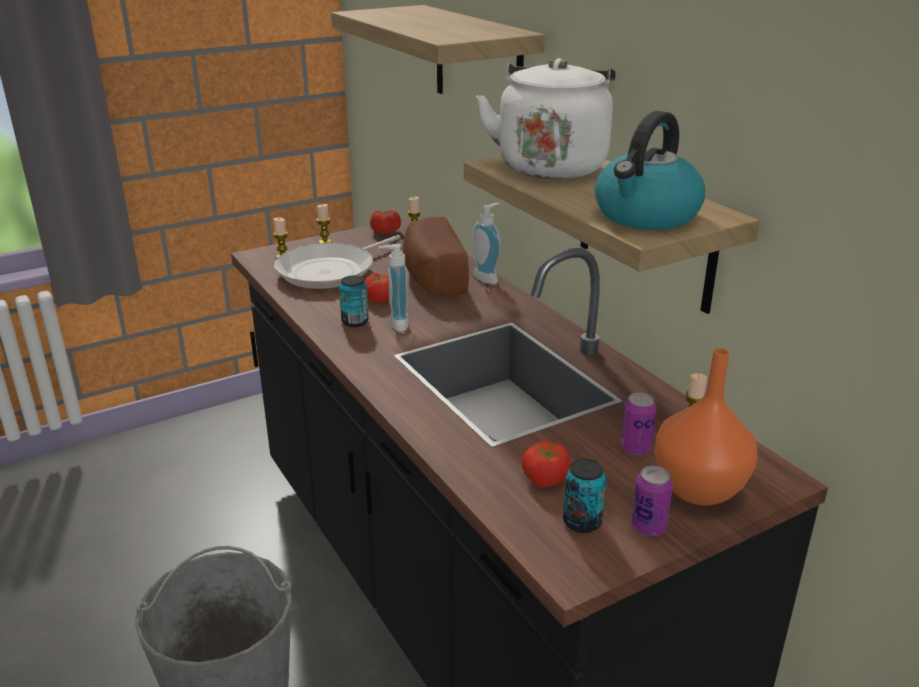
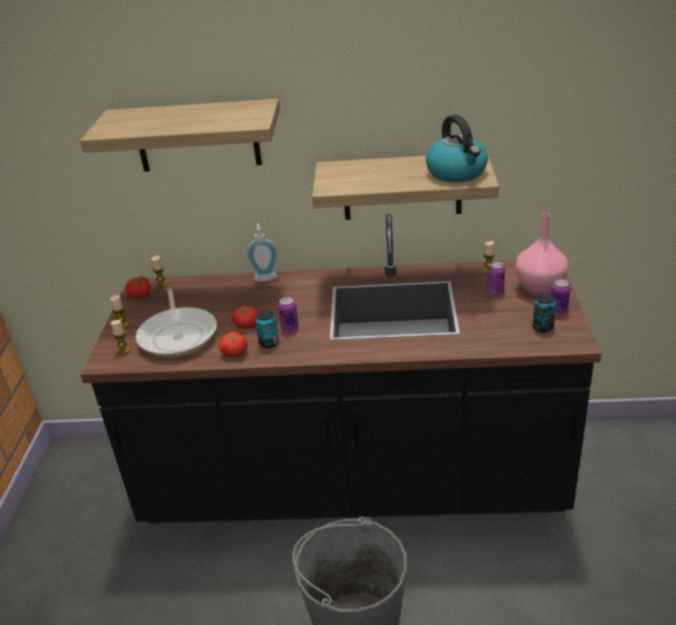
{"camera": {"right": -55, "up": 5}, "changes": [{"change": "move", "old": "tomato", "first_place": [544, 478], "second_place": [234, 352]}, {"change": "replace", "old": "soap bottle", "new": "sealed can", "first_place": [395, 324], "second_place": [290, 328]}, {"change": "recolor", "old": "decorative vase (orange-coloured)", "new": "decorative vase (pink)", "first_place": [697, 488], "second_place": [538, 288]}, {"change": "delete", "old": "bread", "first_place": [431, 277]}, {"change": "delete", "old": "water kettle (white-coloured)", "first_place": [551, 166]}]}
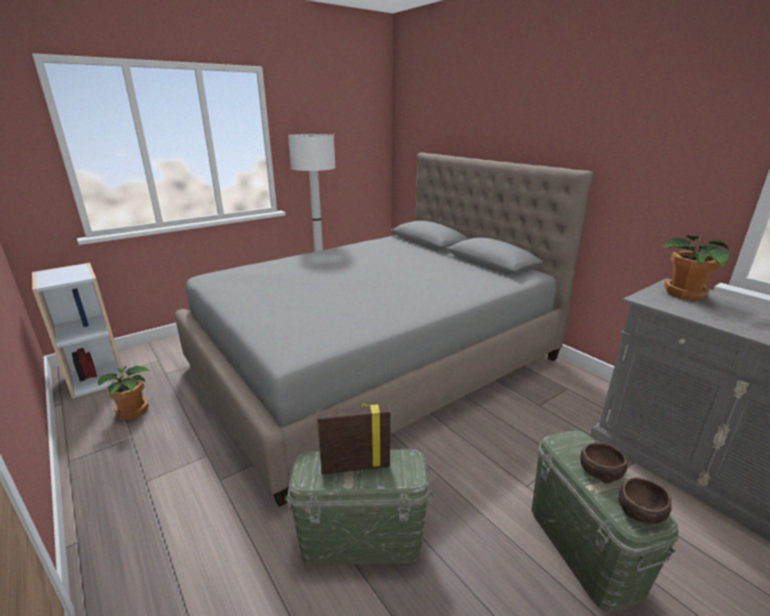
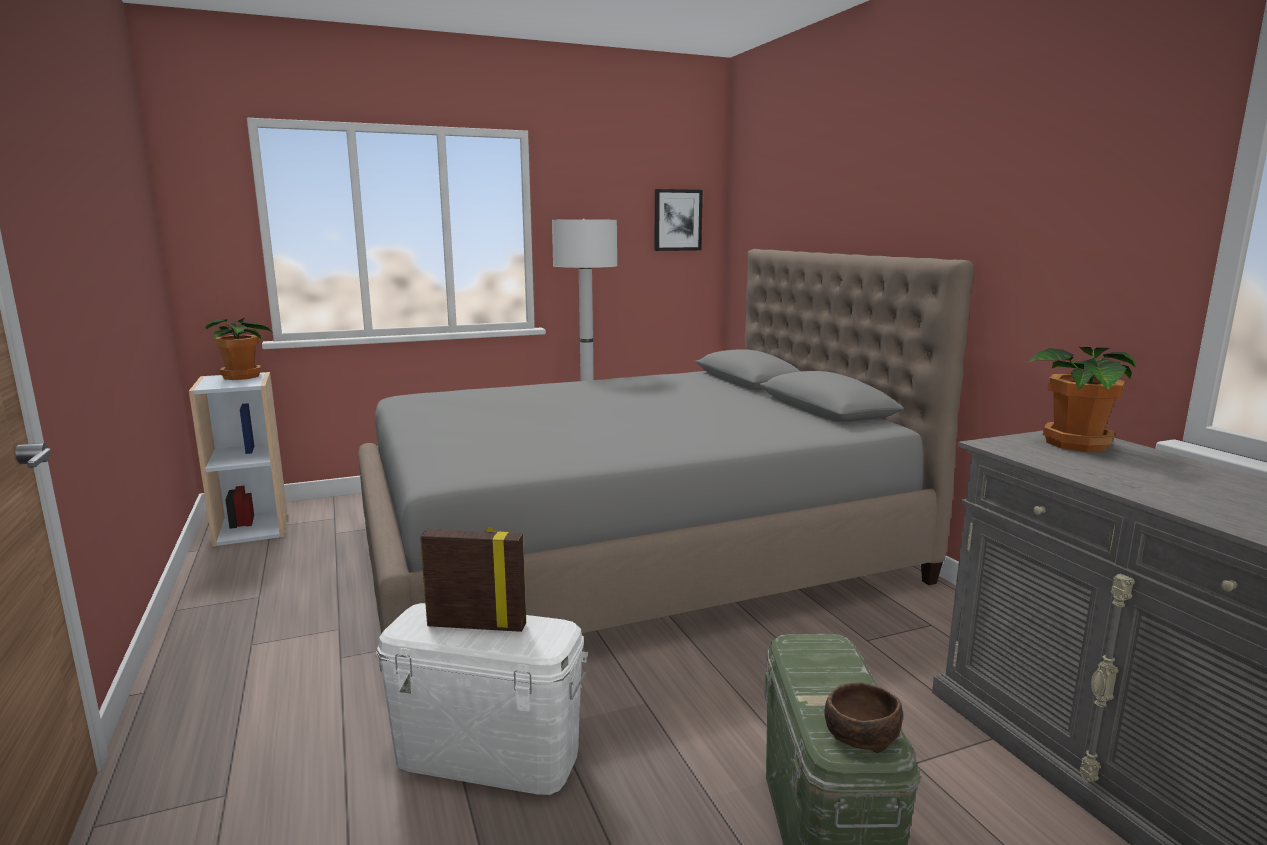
{"camera": {"right": 15, "up": -10}, "changes": [{"change": "move", "old": "houseplant", "first_place": [134, 411], "second_place": [243, 376]}, {"change": "recolor", "old": "storage bin (green-coloured)", "new": "storage bin (white-coloured)", "first_place": [361, 540], "second_place": [487, 756]}, {"change": "insert", "new": "picture", "second_place": [677, 220]}, {"change": "delete", "old": "serving bowl (brown-coloured)", "first_place": [599, 471]}]}
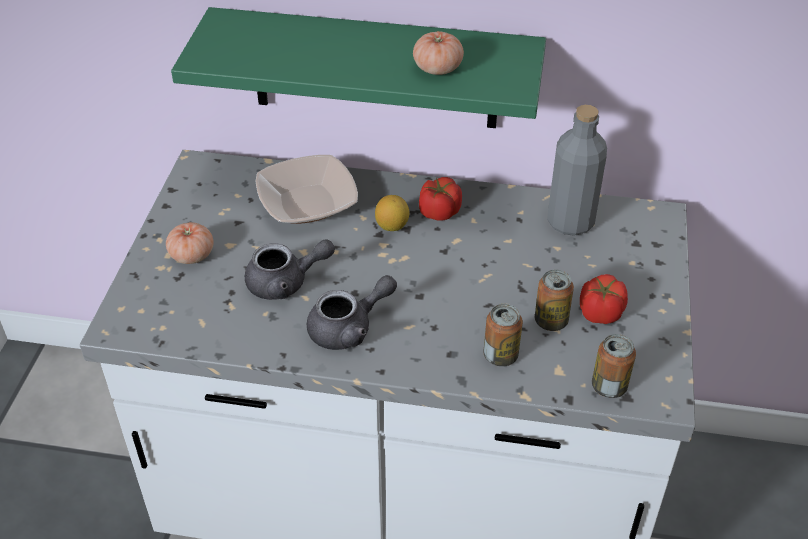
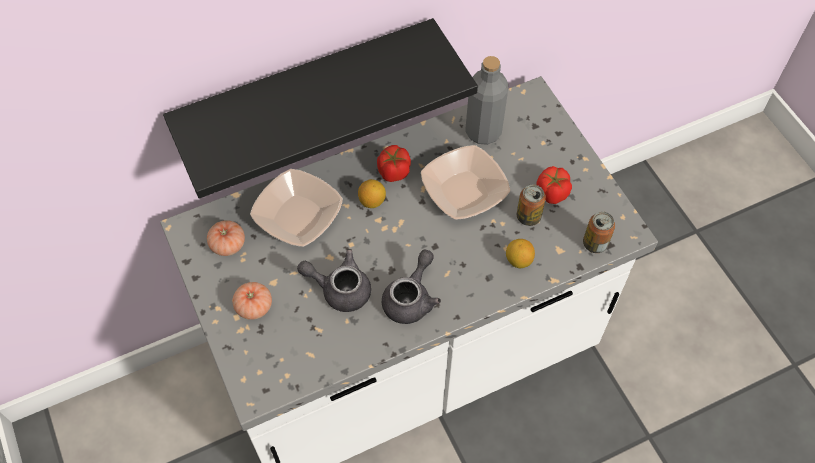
{"camera": {"right": -35, "up": 15}, "changes": [{"change": "recolor", "old": "shelf (green-coloured)", "new": "shelf (black)", "first_place": [375, 69], "second_place": [307, 94]}, {"change": "move", "old": "tomato", "first_place": [437, 68], "second_place": [228, 244]}, {"change": "rotate", "old": "tea pot (grey)", "first_place": [286, 283], "second_place": [340, 289], "degrees": -120}, {"change": "insert", "new": "serving bowl", "second_place": [464, 191]}, {"change": "replace", "old": "sealed can", "new": "lemon", "first_place": [500, 356], "second_place": [518, 260]}]}
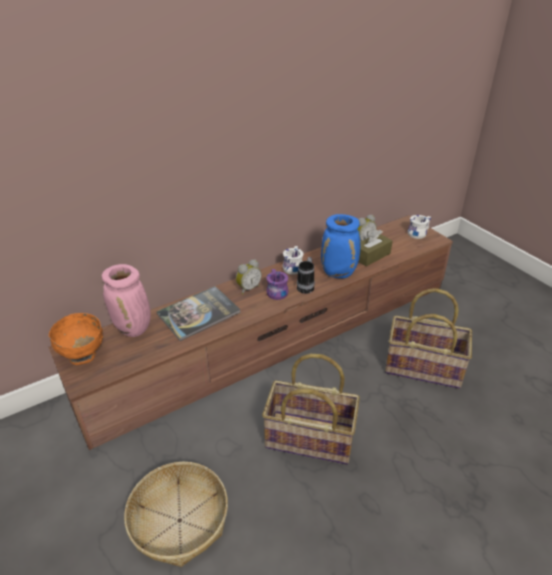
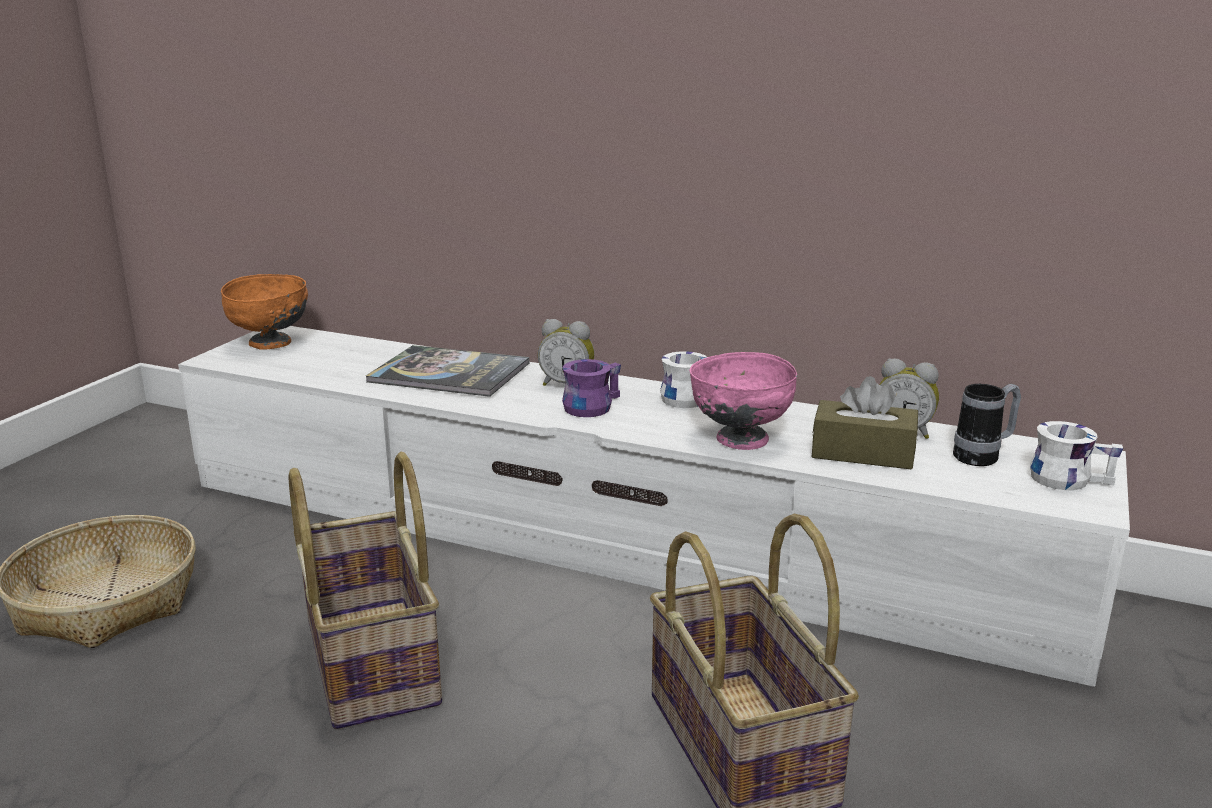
{"camera": {"right": 55, "up": -15}, "changes": [{"change": "recolor", "old": "tv unit (brown-coloured)", "new": "tv unit (white-coloured)", "first_place": [276, 336], "second_place": [606, 535]}, {"change": "replace", "old": "decorative vase (blue)", "new": "serving bowl (pink)", "first_place": [339, 273], "second_place": [740, 440]}, {"change": "move", "old": "coffee mug", "first_place": [306, 286], "second_place": [983, 456]}, {"change": "delete", "old": "decorative vase (pink)", "first_place": [134, 329]}]}
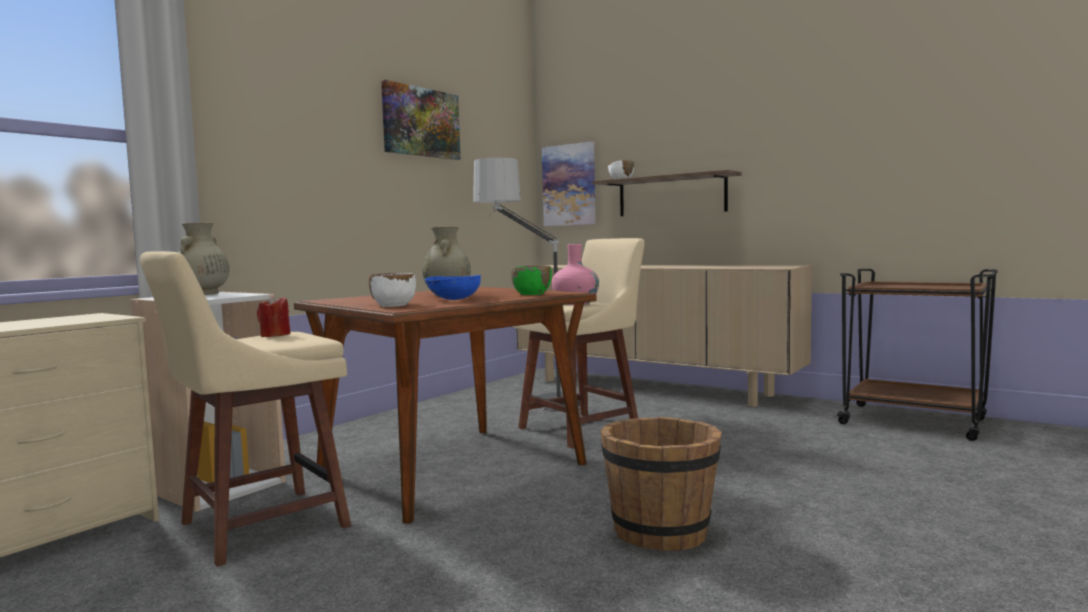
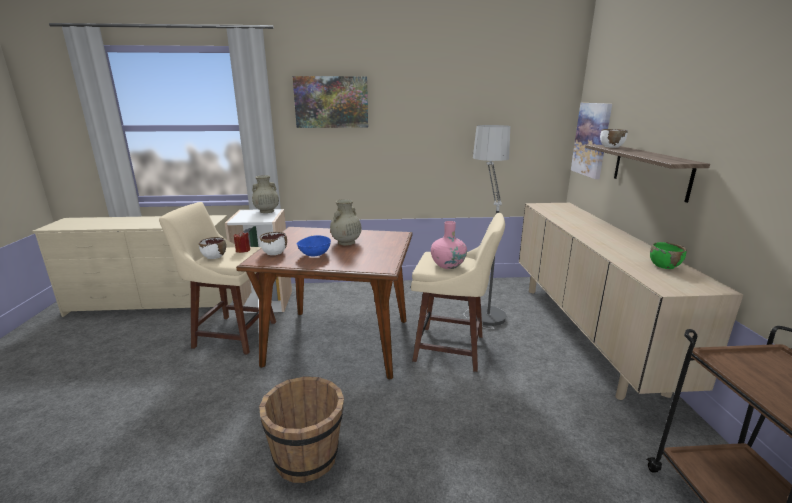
{"camera": {"right": 50, "up": 15}, "changes": [{"change": "insert", "new": "serving bowl (white-coloured)", "second_place": [214, 256]}, {"change": "move", "old": "picture", "first_place": [421, 122], "second_place": [331, 102]}, {"change": "move", "old": "serving bowl (green-coloured)", "first_place": [532, 294], "second_place": [664, 265]}]}
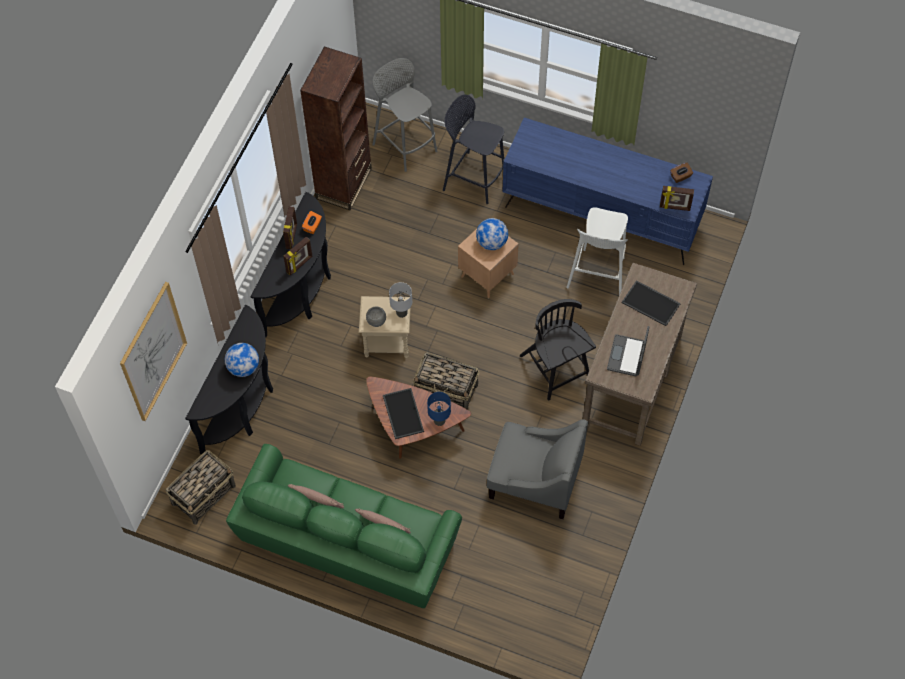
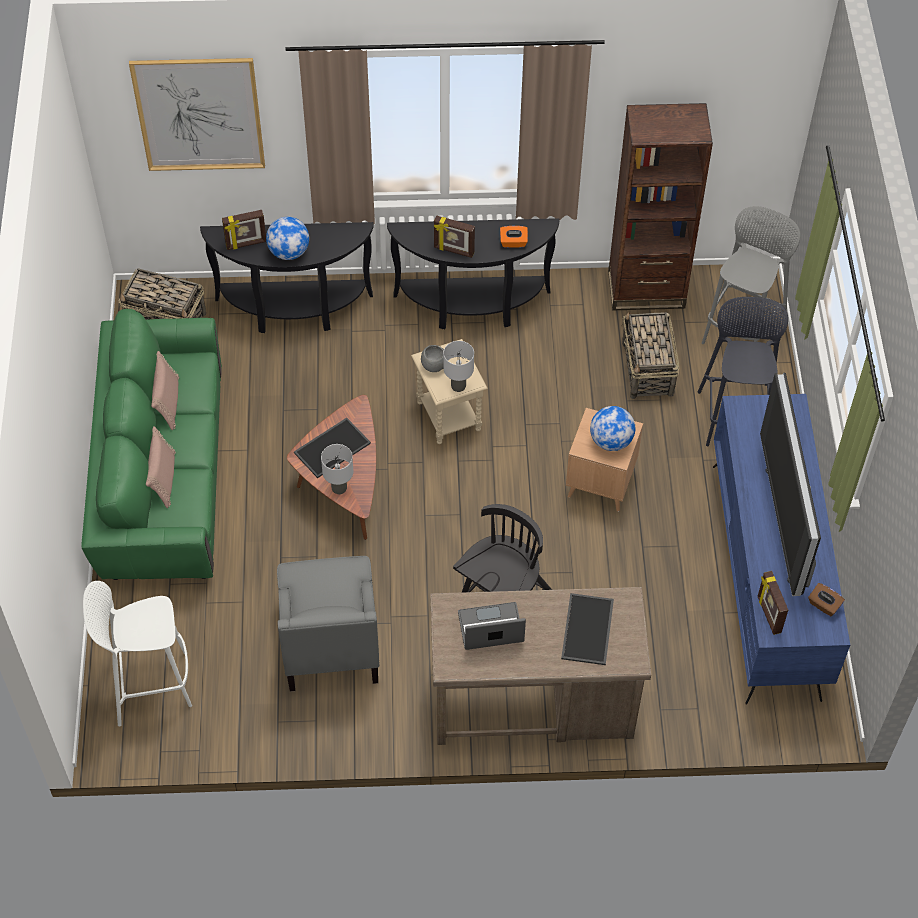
{"camera": {"right": 65, "up": -5}, "changes": [{"change": "move", "old": "stool seat (white-coloured)", "first_place": [598, 275], "second_place": [149, 684]}, {"change": "move", "old": "photo frame", "first_place": [292, 236], "second_place": [246, 244]}, {"change": "recolor", "old": "lamp for a table (blue)", "new": "lamp for a table (white-coloured)", "first_place": [439, 421], "second_place": [338, 488]}, {"change": "move", "old": "household basket", "first_place": [447, 391], "second_place": [647, 370]}, {"change": "insert", "new": "TV", "second_place": [789, 524]}]}
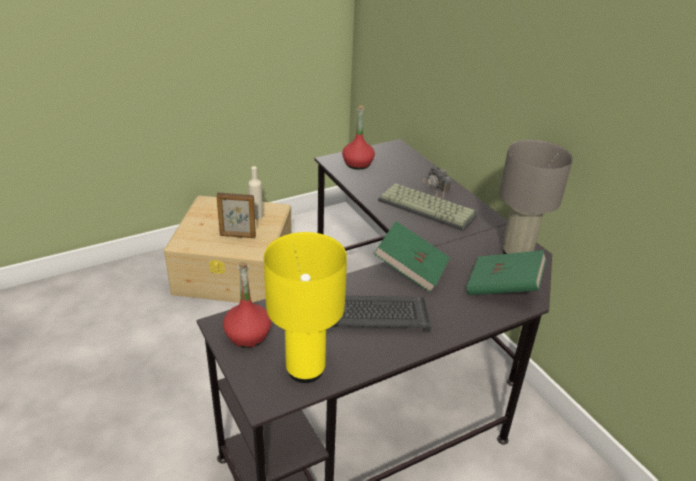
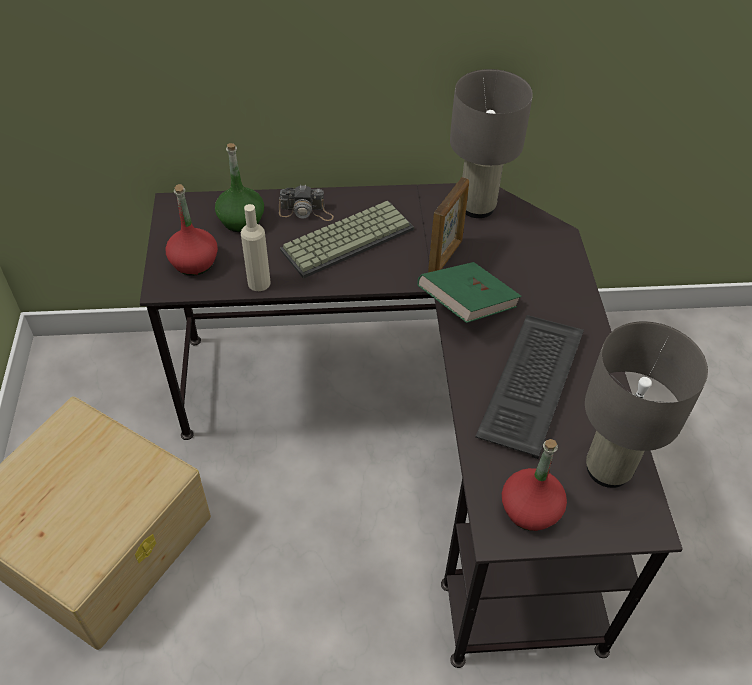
{"camera": {"right": -65, "up": 15}, "changes": [{"change": "insert", "new": "drink bottle (green-coloured)", "second_place": [241, 220]}, {"change": "move", "old": "drink bottle (beige-coloured)", "first_place": [256, 216], "second_place": [259, 283]}, {"change": "move", "old": "photo frame", "first_place": [237, 236], "second_place": [445, 257]}, {"change": "recolor", "old": "lamp for a table (yellow-coloured)", "new": "lamp for a table (grey)", "first_place": [304, 369], "second_place": [607, 469]}, {"change": "delete", "old": "bound book (green-coloured)", "first_place": [503, 288]}]}
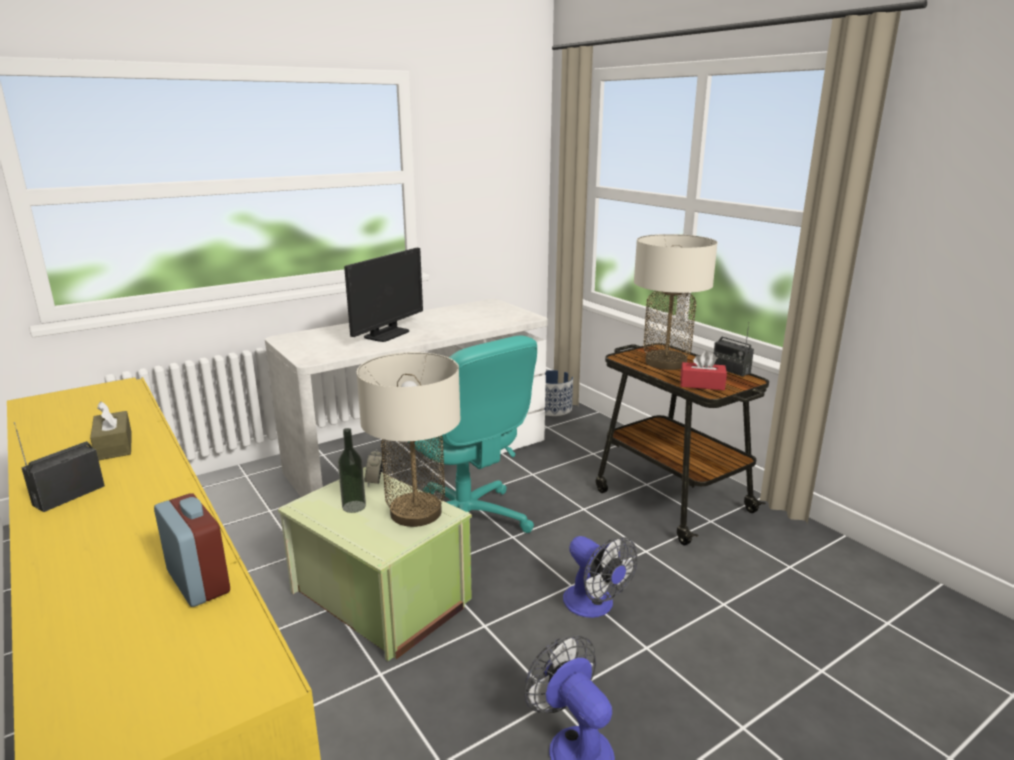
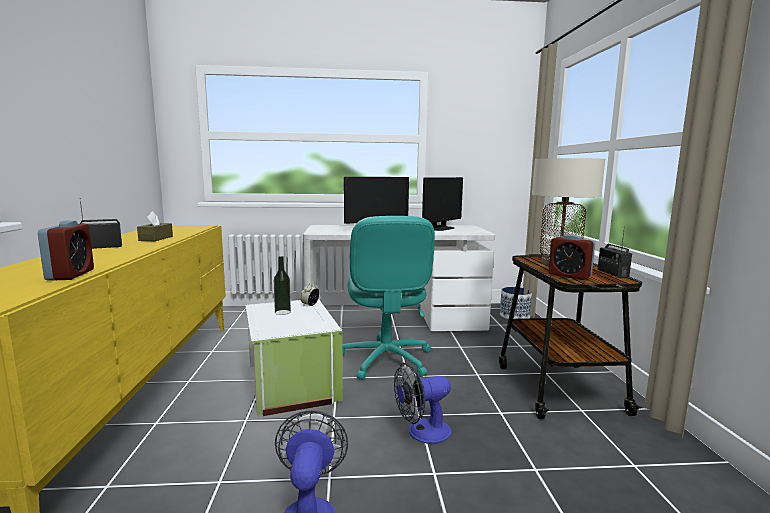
{"camera": {"right": 30, "up": -10}, "changes": [{"change": "recolor", "old": "storage bin (green-coloured)", "new": "storage bin (white-coloured)", "first_place": [379, 598], "second_place": [291, 383]}, {"change": "rotate", "old": "electric fan", "first_place": [594, 606], "second_place": [422, 433], "degrees": 75}, {"change": "insert", "new": "computer screen", "second_place": [440, 228]}, {"change": "replace", "old": "box of tissues (red-coloured)", "new": "alarm clock", "first_place": [702, 384], "second_place": [569, 275]}, {"change": "delete", "old": "lamp for a table", "first_place": [416, 512]}]}
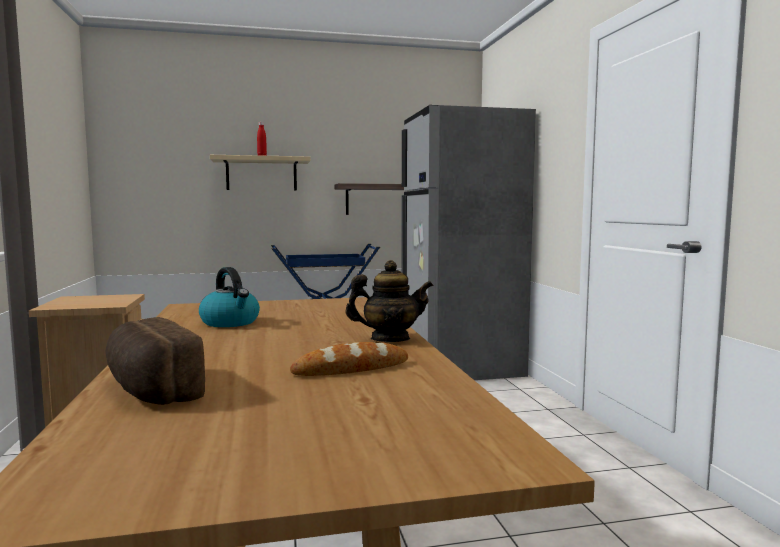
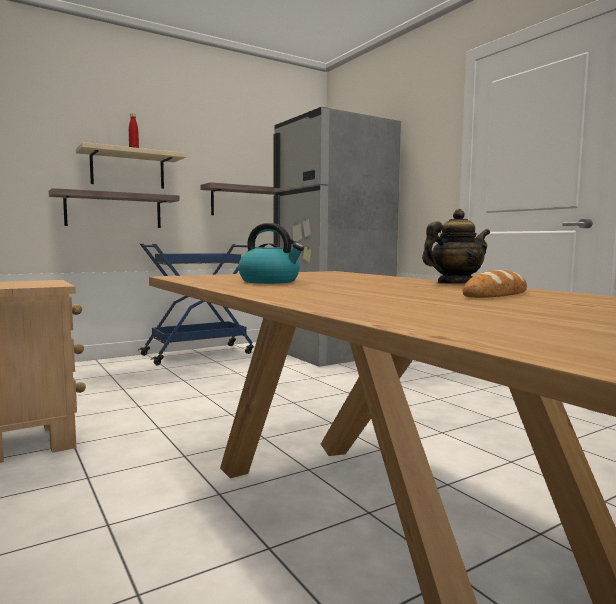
{"camera": {"right": -20, "up": 0}, "changes": [{"change": "insert", "new": "shelf", "second_place": [114, 210]}, {"change": "delete", "old": "bread", "first_place": [149, 390]}]}
